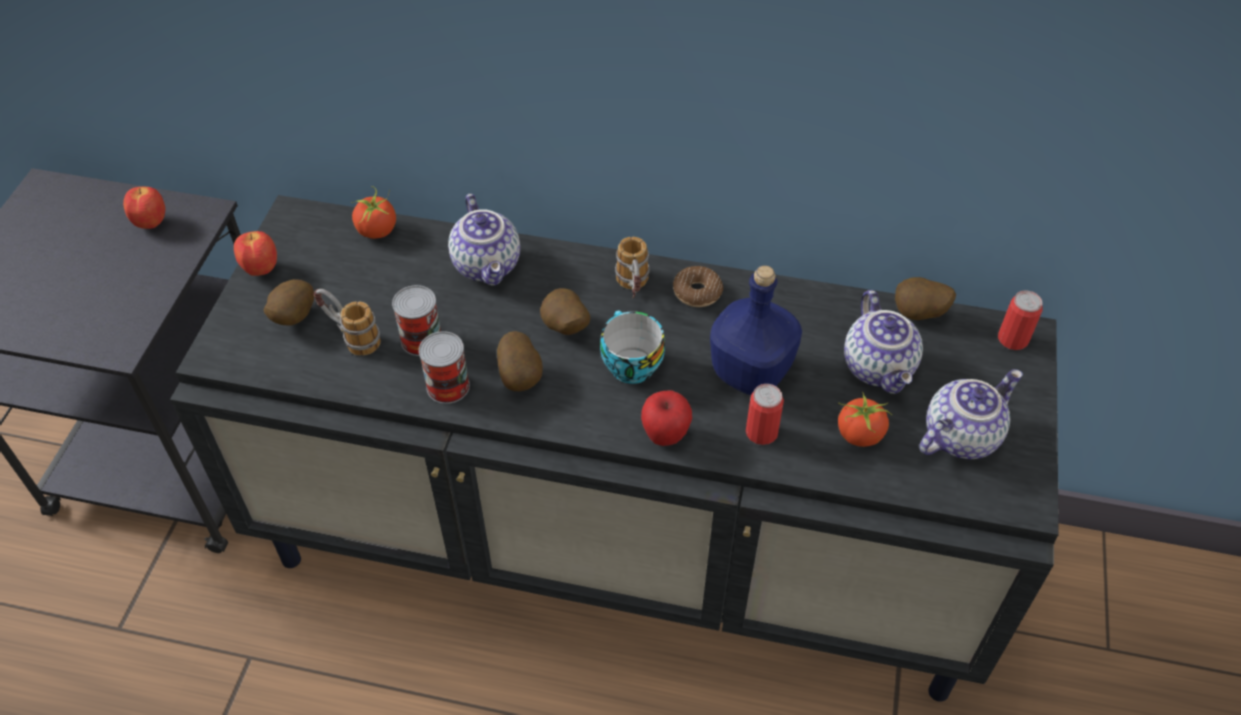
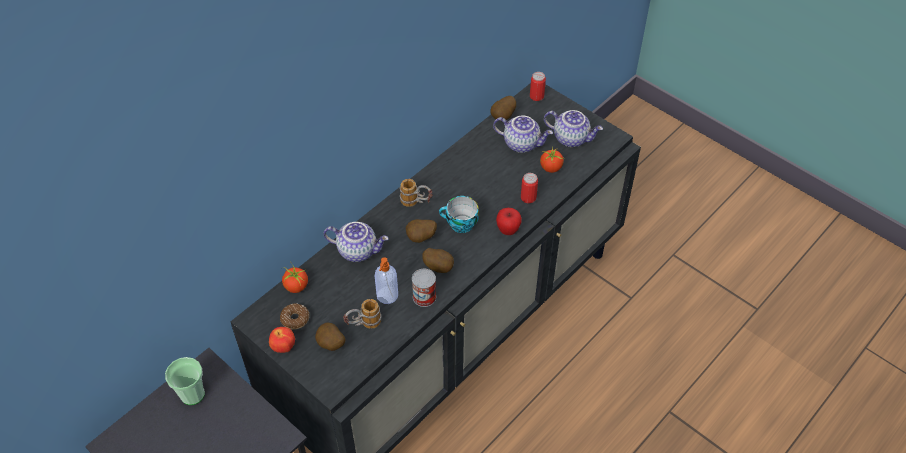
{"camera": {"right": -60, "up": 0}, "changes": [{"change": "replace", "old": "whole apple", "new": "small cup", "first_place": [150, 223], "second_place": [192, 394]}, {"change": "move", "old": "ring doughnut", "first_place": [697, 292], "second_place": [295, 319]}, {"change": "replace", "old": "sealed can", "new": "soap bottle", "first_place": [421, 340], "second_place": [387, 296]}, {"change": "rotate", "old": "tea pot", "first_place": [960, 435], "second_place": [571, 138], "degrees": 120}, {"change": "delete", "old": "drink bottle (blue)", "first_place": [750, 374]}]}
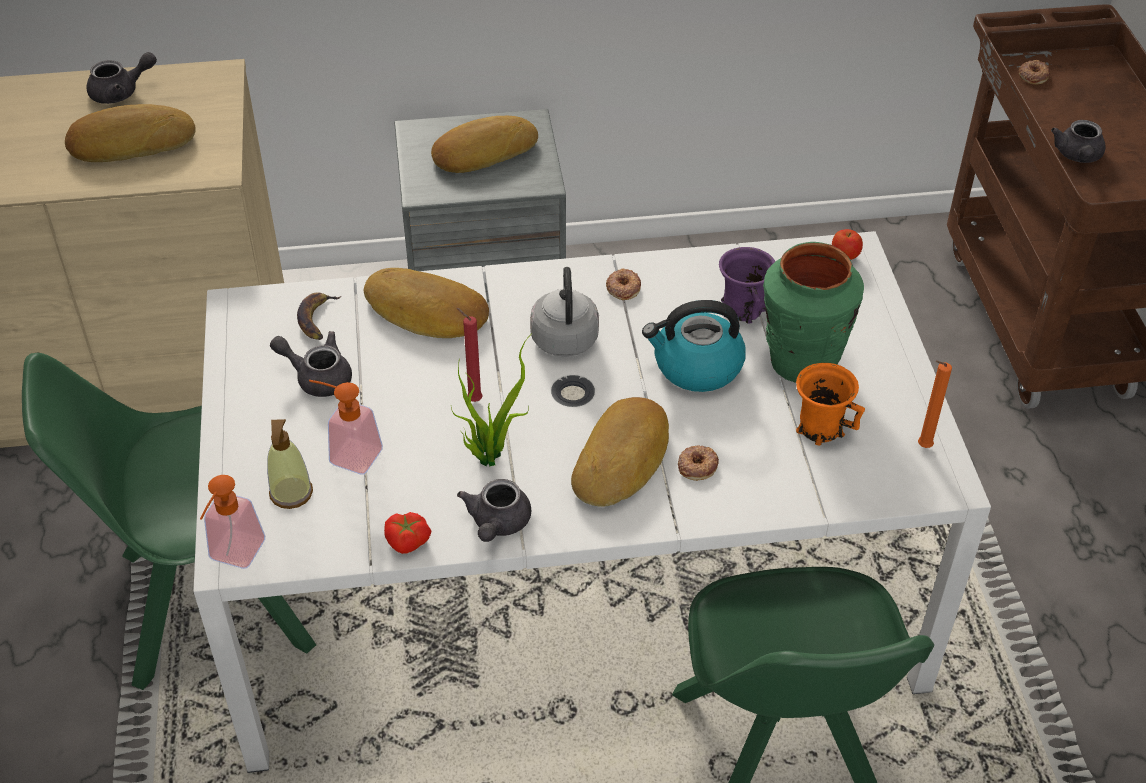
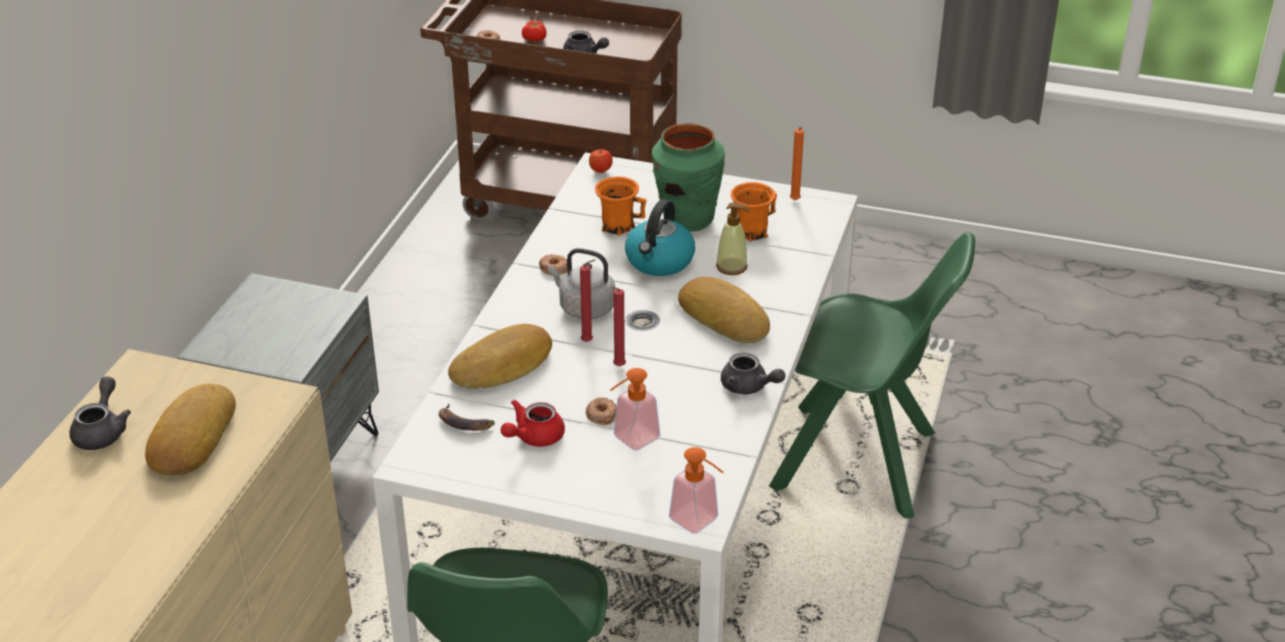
{"camera": {"right": -65, "up": -10}, "changes": [{"change": "recolor", "old": "tea pot (grey)", "new": "tea pot (red-coloured)", "first_place": [317, 377], "second_place": [533, 437]}, {"change": "move", "old": "tomato", "first_place": [407, 542], "second_place": [535, 39]}, {"change": "insert", "new": "candle (red-coloured)", "second_place": [589, 342]}, {"change": "move", "old": "ring doughnut", "first_place": [697, 465], "second_place": [601, 414]}, {"change": "recolor", "old": "coffee mug (purplish)", "new": "coffee mug (orange-coloured)", "first_place": [743, 308], "second_place": [617, 225]}, {"change": "move", "old": "soap bottle", "first_place": [291, 493], "second_place": [732, 267]}, {"change": "delete", "old": "bread", "first_place": [483, 151]}, {"change": "delete", "old": "houseplant", "first_place": [489, 454]}]}
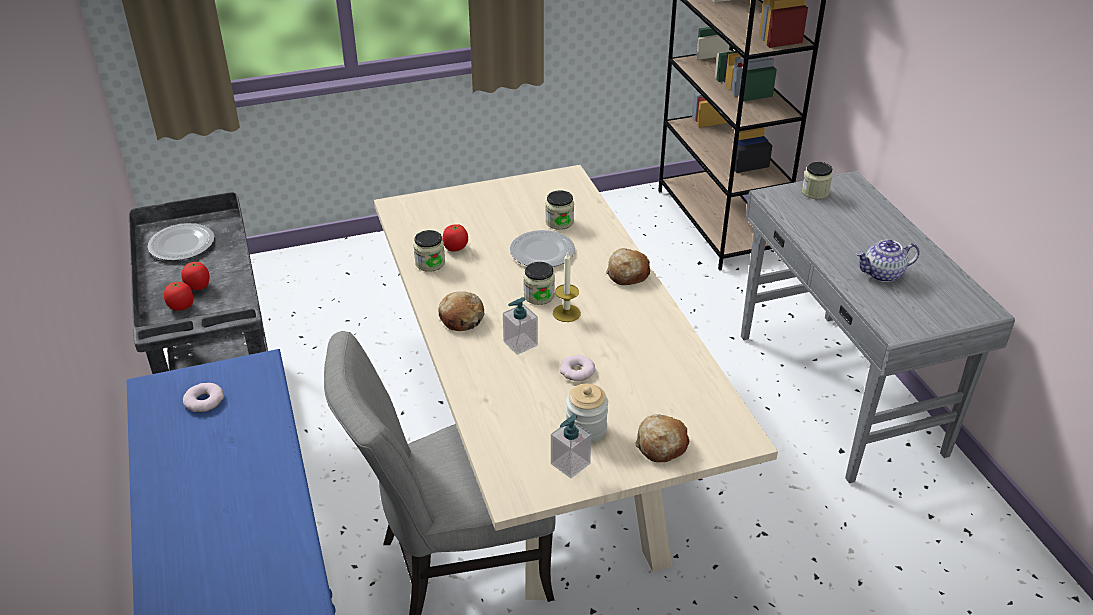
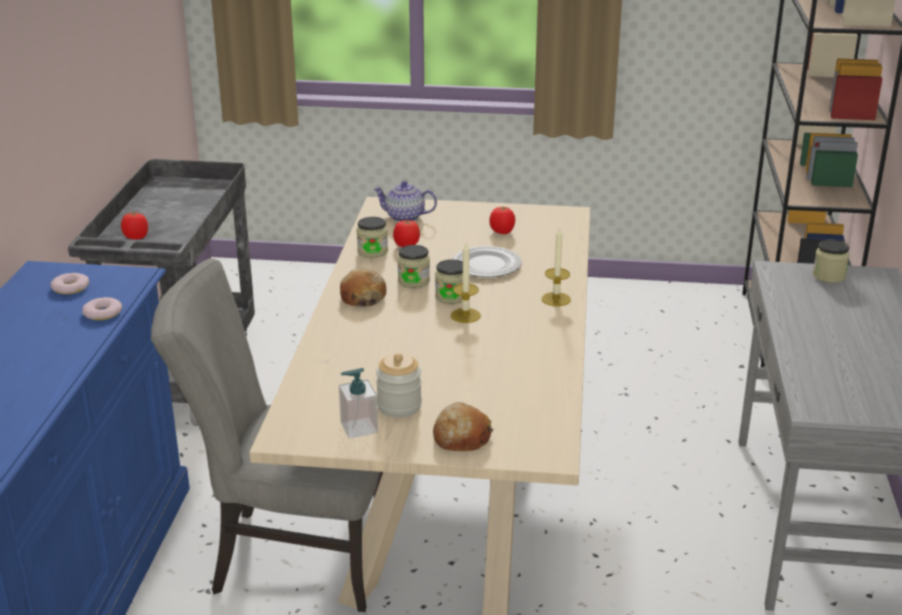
{"camera": {"right": 25, "up": -10}, "changes": [{"change": "move", "old": "ring doughnut", "first_place": [577, 371], "second_place": [102, 313]}, {"change": "move", "old": "tea pot", "first_place": [882, 274], "second_place": [404, 217]}, {"change": "move", "old": "jar", "first_place": [559, 222], "second_place": [414, 281]}, {"change": "move", "old": "tomato", "first_place": [198, 286], "second_place": [502, 232]}, {"change": "replace", "old": "bread", "new": "candle", "first_place": [627, 274], "second_place": [556, 299]}, {"change": "delete", "old": "flat dish", "first_place": [182, 245]}, {"change": "delete", "old": "soap bottle", "first_place": [520, 343]}]}
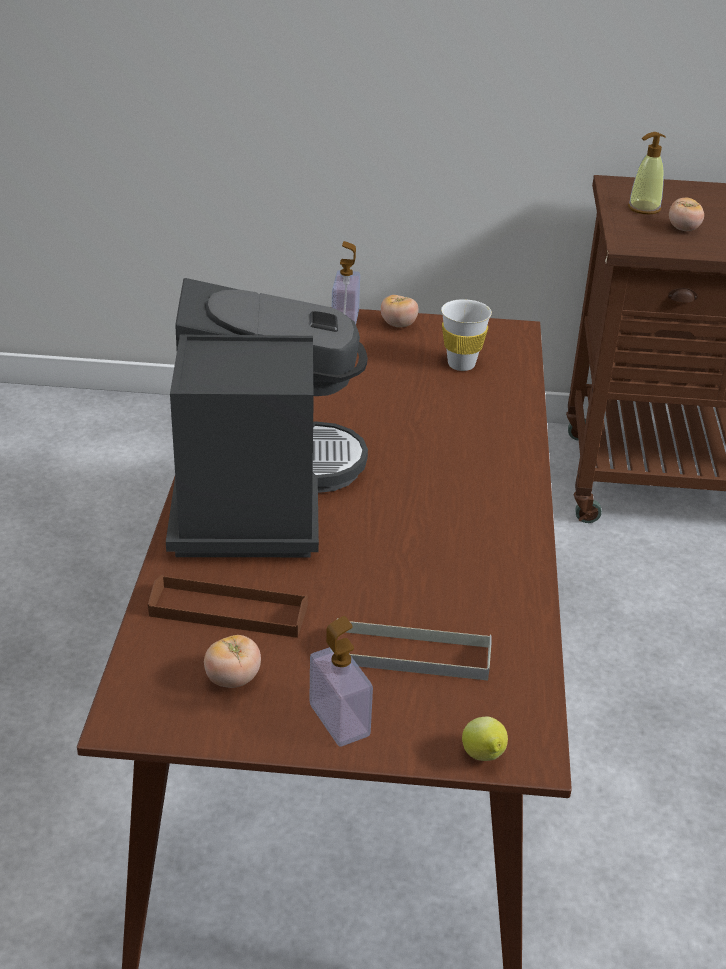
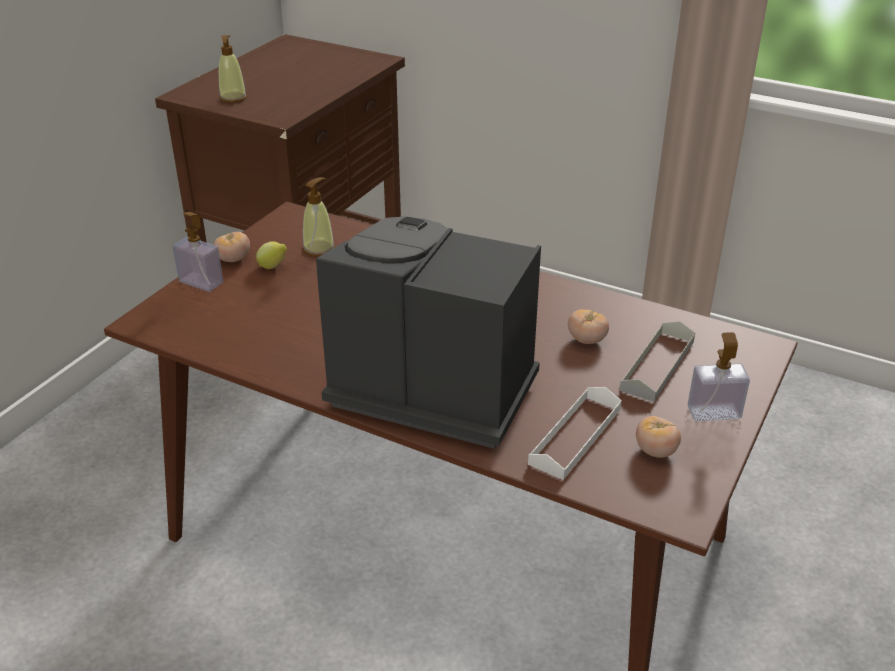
{"camera": {"right": -65, "up": 0}, "changes": [{"change": "move", "old": "lemon", "first_place": [483, 757], "second_place": [273, 267]}, {"change": "replace", "old": "small cup (white-coloured)", "new": "soap bottle", "first_place": [461, 364], "second_place": [319, 249]}, {"change": "recolor", "old": "serving tray (brown-coloured)", "new": "serving tray (white-coloured)", "first_place": [228, 611], "second_place": [575, 436]}, {"change": "move", "old": "tomato", "first_place": [683, 229], "second_place": [586, 340]}]}
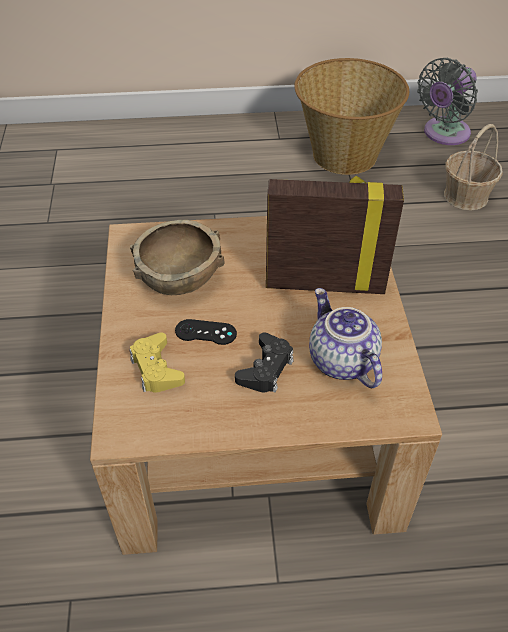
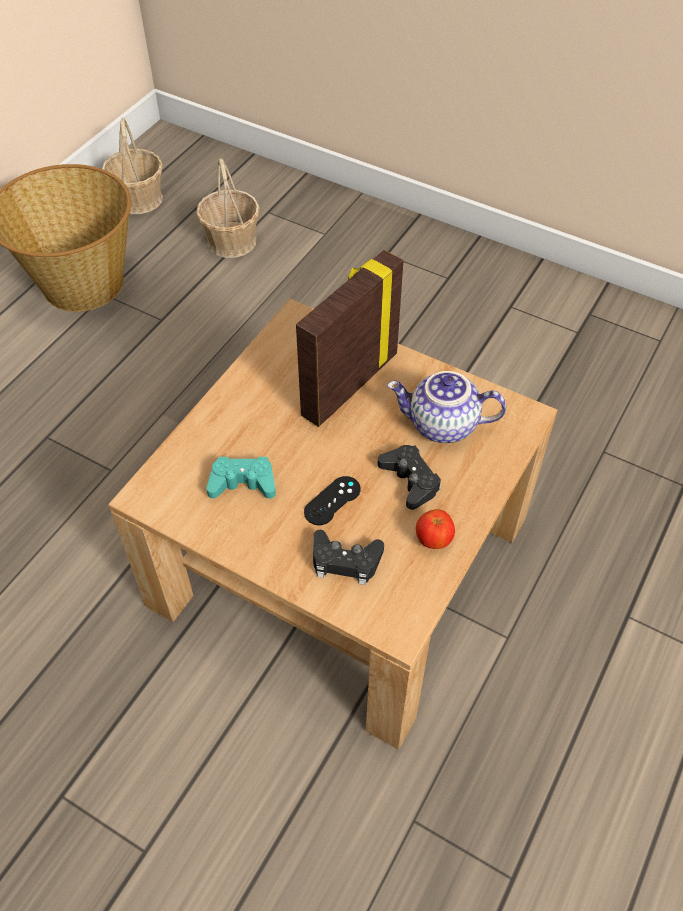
{"camera": {"right": -55, "up": 5}, "changes": [{"change": "replace", "old": "electric fan (grey)", "new": "household basket", "first_place": [443, 134], "second_place": [139, 198]}, {"change": "replace", "old": "serving bowl (brown-coloured)", "new": "gamepad (turquoise)", "first_place": [180, 276], "second_place": [243, 483]}, {"change": "recolor", "old": "gamepad (yellow-coloured)", "new": "gamepad (black)", "first_place": [156, 368], "second_place": [345, 561]}, {"change": "insert", "new": "whole apple", "second_place": [433, 539]}]}
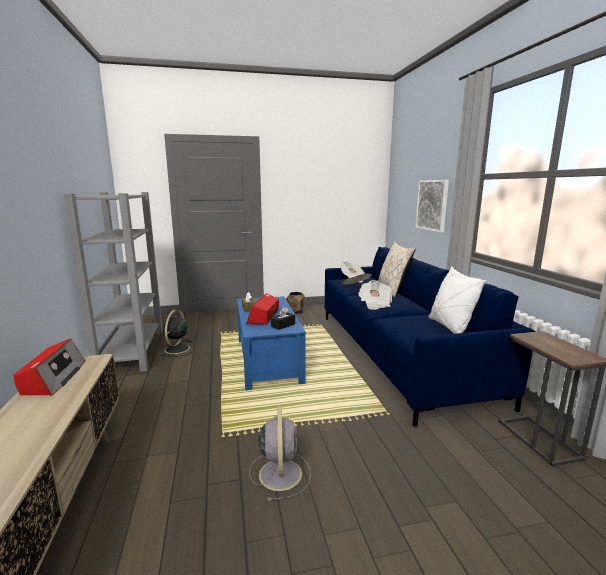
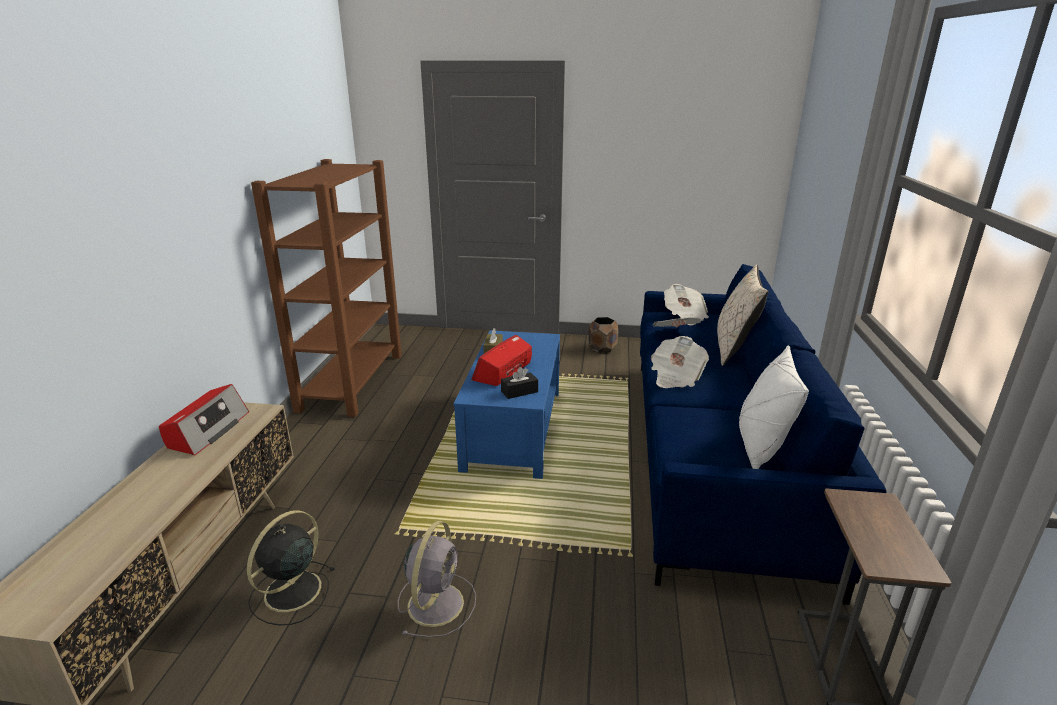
{"camera": {"right": 20, "up": 10}, "changes": [{"change": "move", "old": "electric fan (black)", "first_place": [176, 349], "second_place": [291, 593]}, {"change": "recolor", "old": "bookcase (grey)", "new": "bookcase (brown-coloured)", "first_place": [132, 351], "second_place": [352, 381]}, {"change": "delete", "old": "picture", "first_place": [432, 205]}]}
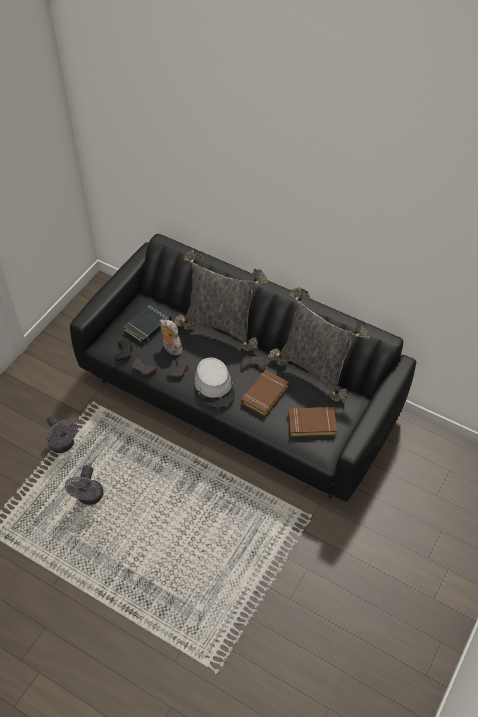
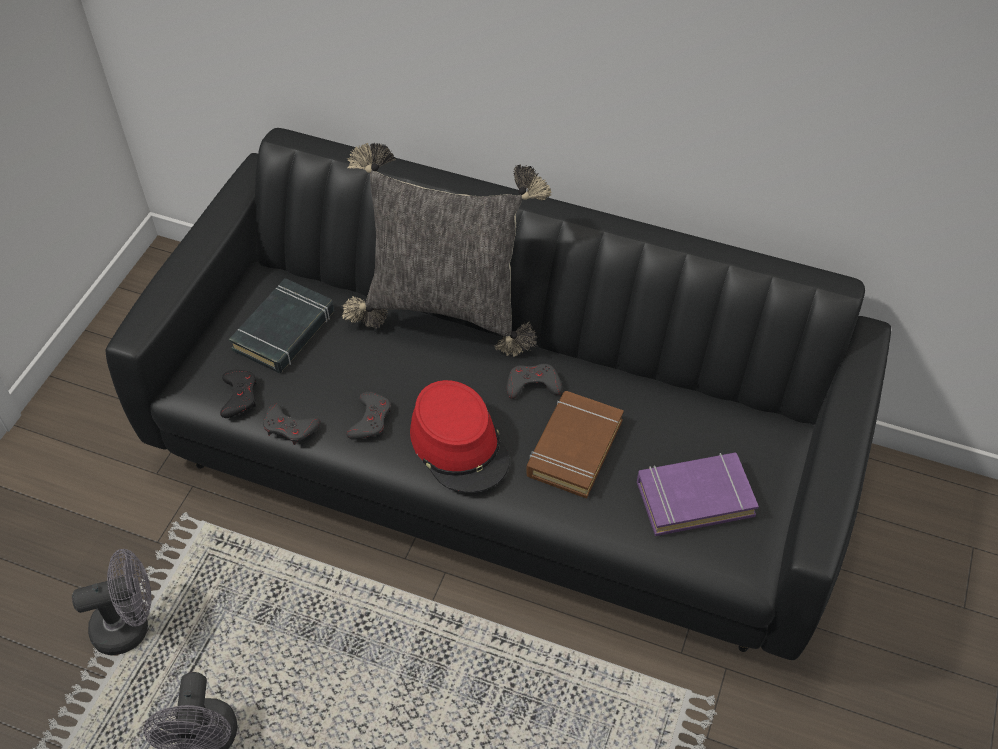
{"camera": {"right": -10, "up": 0}, "changes": [{"change": "rotate", "old": "electric fan (grey)", "first_place": [63, 445], "second_place": [130, 625], "degrees": -60}, {"change": "recolor", "old": "clothing hat (grey)", "new": "clothing hat (red-coloured)", "first_place": [215, 386], "second_place": [459, 445]}, {"change": "recolor", "old": "bound book (brown-coloured)", "new": "bound book (purplish)", "first_place": [311, 423], "second_place": [694, 498]}, {"change": "delete", "old": "soft toy", "first_place": [171, 348]}, {"change": "delete", "old": "cushion", "first_place": [315, 372]}]}
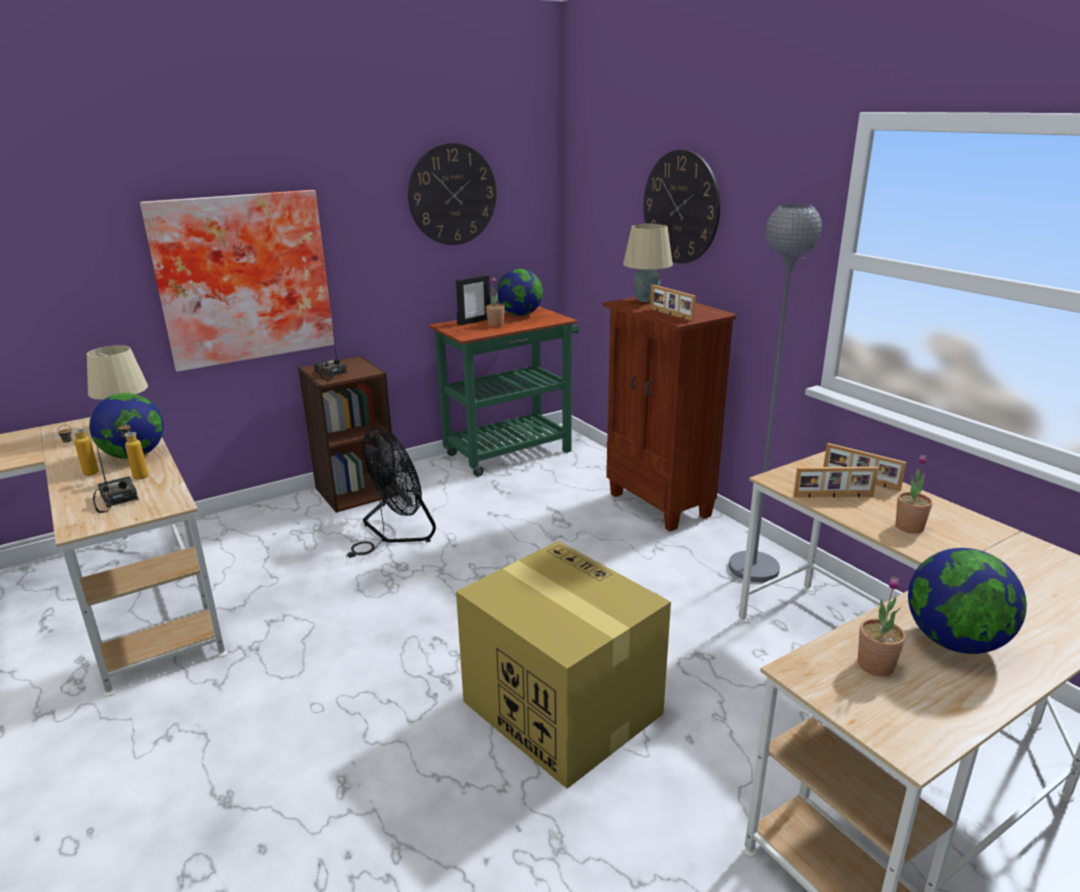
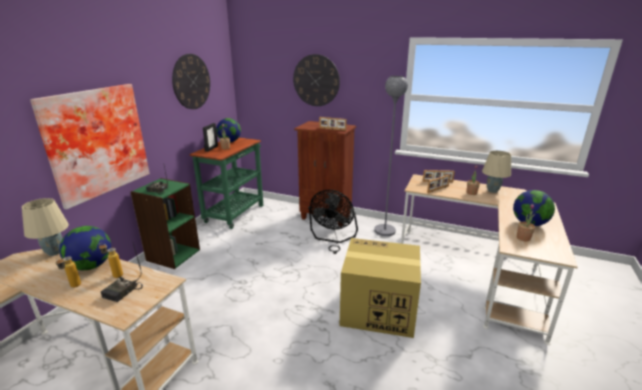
{"camera": {"right": -35, "up": 0}, "changes": [{"change": "rotate", "old": "radio set", "first_place": [116, 499], "second_place": [123, 292], "degrees": -90}, {"change": "recolor", "old": "bookcase (brown-coloured)", "new": "bookcase (green-coloured)", "first_place": [356, 491], "second_place": [173, 255]}, {"change": "move", "old": "electric fan (black)", "first_place": [389, 530], "second_place": [331, 238]}, {"change": "move", "old": "lamp for a table (beige-coloured)", "first_place": [646, 300], "second_place": [493, 191]}]}
